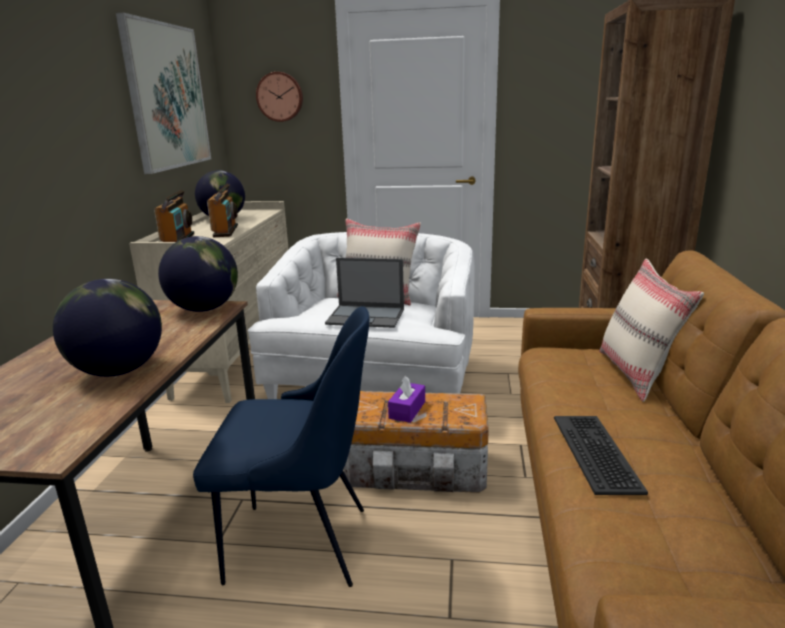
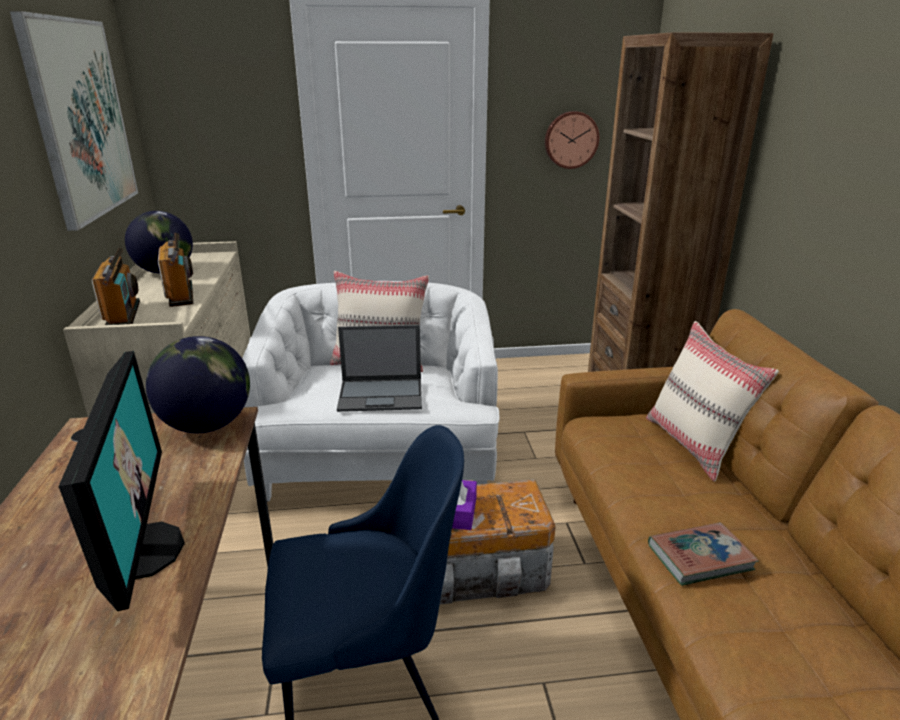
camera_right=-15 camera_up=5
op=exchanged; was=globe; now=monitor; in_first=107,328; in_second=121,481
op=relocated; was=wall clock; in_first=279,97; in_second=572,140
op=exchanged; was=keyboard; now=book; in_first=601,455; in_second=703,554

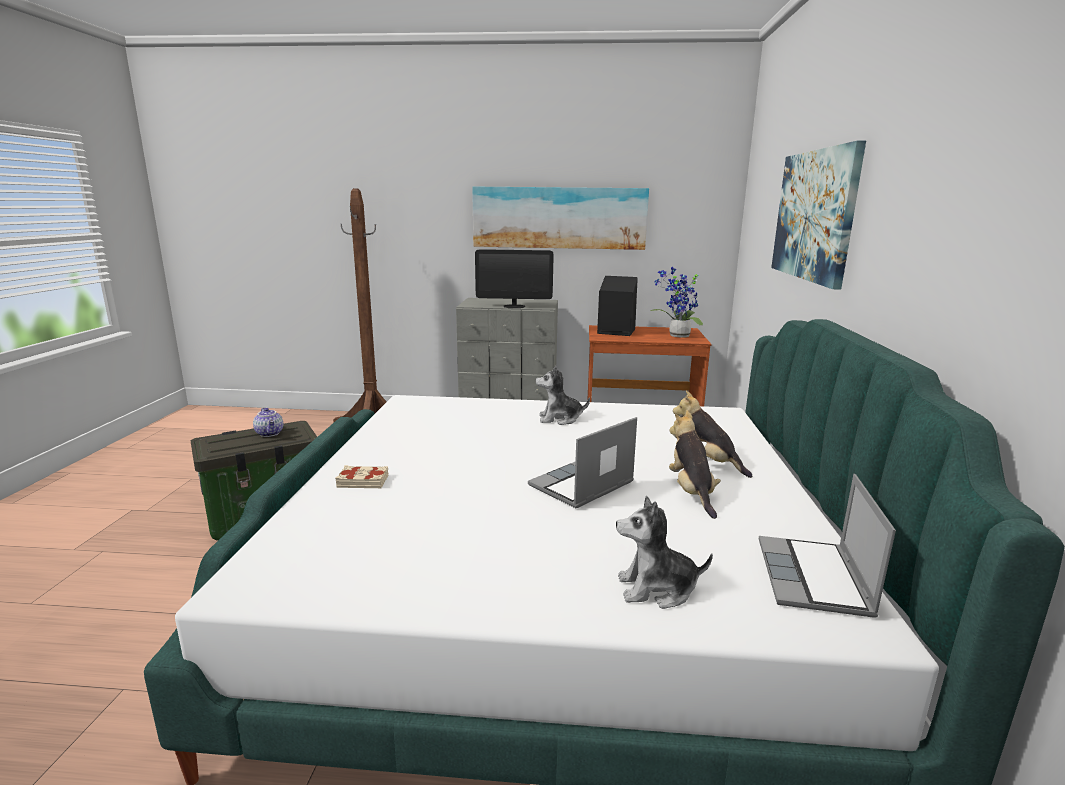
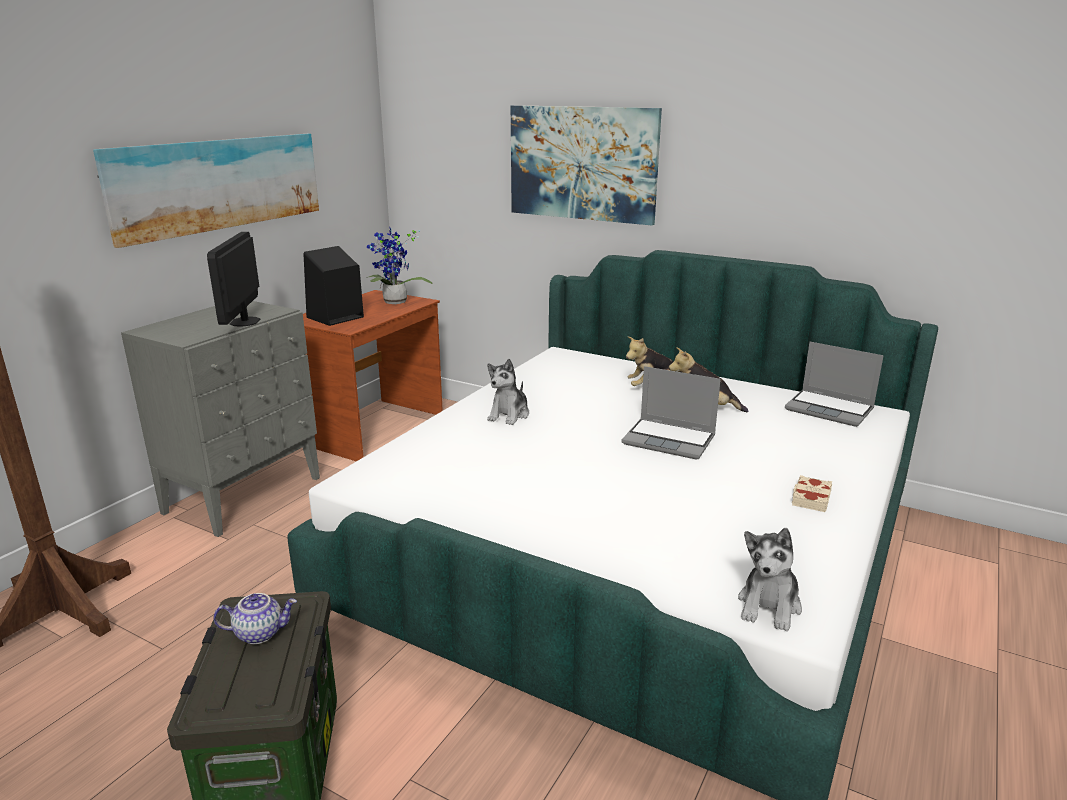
camera_right=-65 camera_up=5
op=relocated; was=beige book; in_first=362,476; in_second=812,493
op=spun; was=monitor; in_first=514,278; in_second=233,279; clockwise=150
op=spun; was=laptop; in_first=582,463; in_second=671,413; clockwise=-45
op=relocated; was=plush toy; in_first=664,552; in_second=770,579

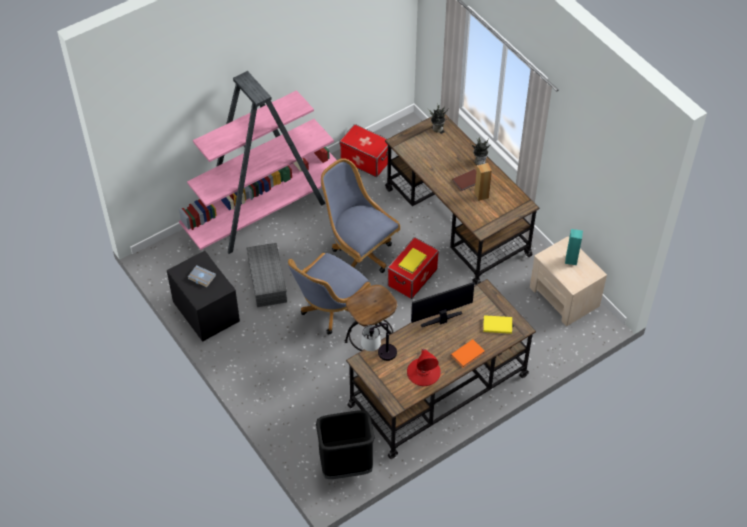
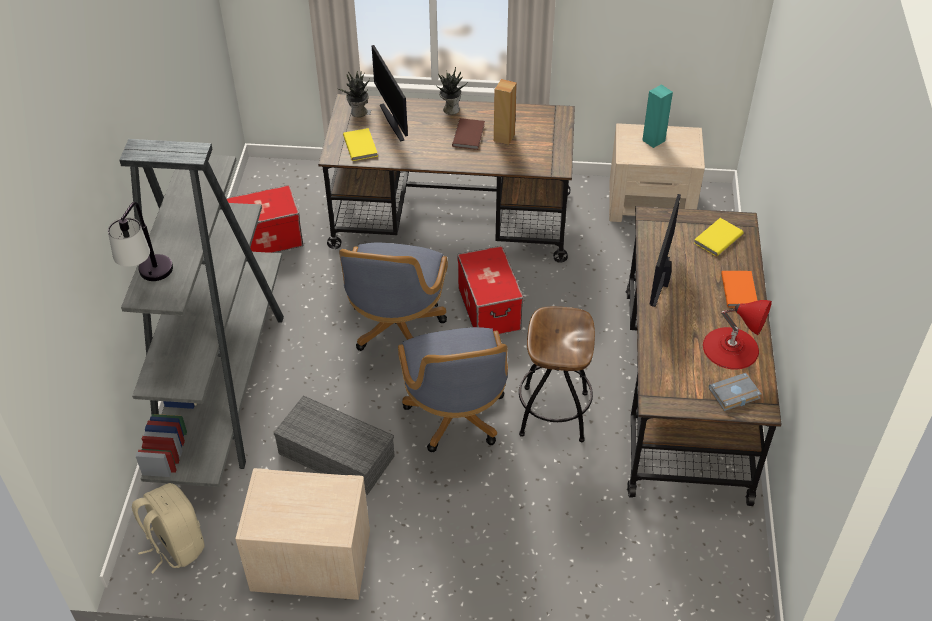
camera_right=-50 camera_up=-5
op=colour; was=black nightstand; now=beige nightstand; in_first=203,296; in_second=302,534
op=colour; was=pink bookcase; now=grey bookcase; in_first=258,162; in_second=201,313
op=relocated; was=grey book; in_first=202,276; in_second=735,392
op=missing; was=black trash can; in_first=345,444
op=spun; was=blue office chair; in_first=360,215; in_second=393,297; clockwise=-75
op=relocated; was=table lamp; in_first=379,342; in_second=140,241
op=relocated; was=yellow book; in_first=412,261; in_second=360,144
op=appeared; now=beige backpack; in_second=168,528
op=appeared; now=monitor; in_second=389,93

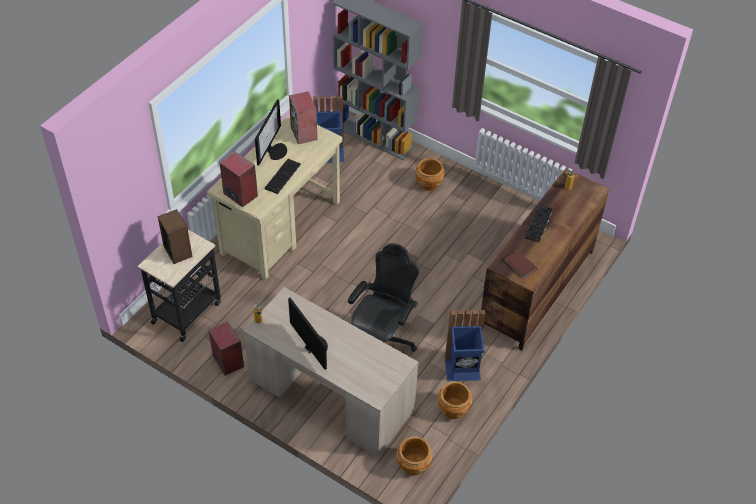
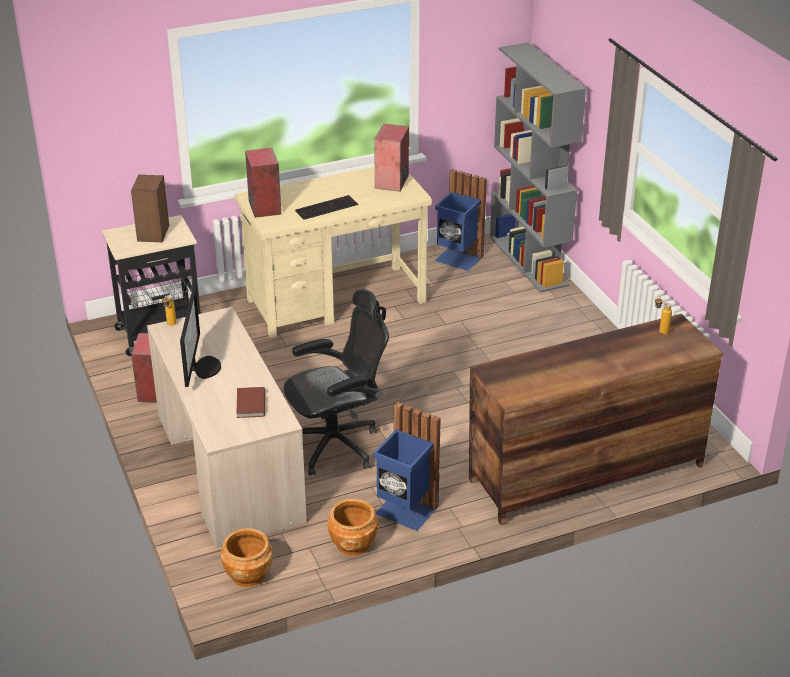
camera_right=35 camera_up=-15
op=missing; was=monitor; in_first=271,132
op=missing; was=brown planter; in_first=430,174
op=relocated; was=brown book; in_first=521,264; in_second=250,402
op=missing; was=keyboard; in_first=538,224

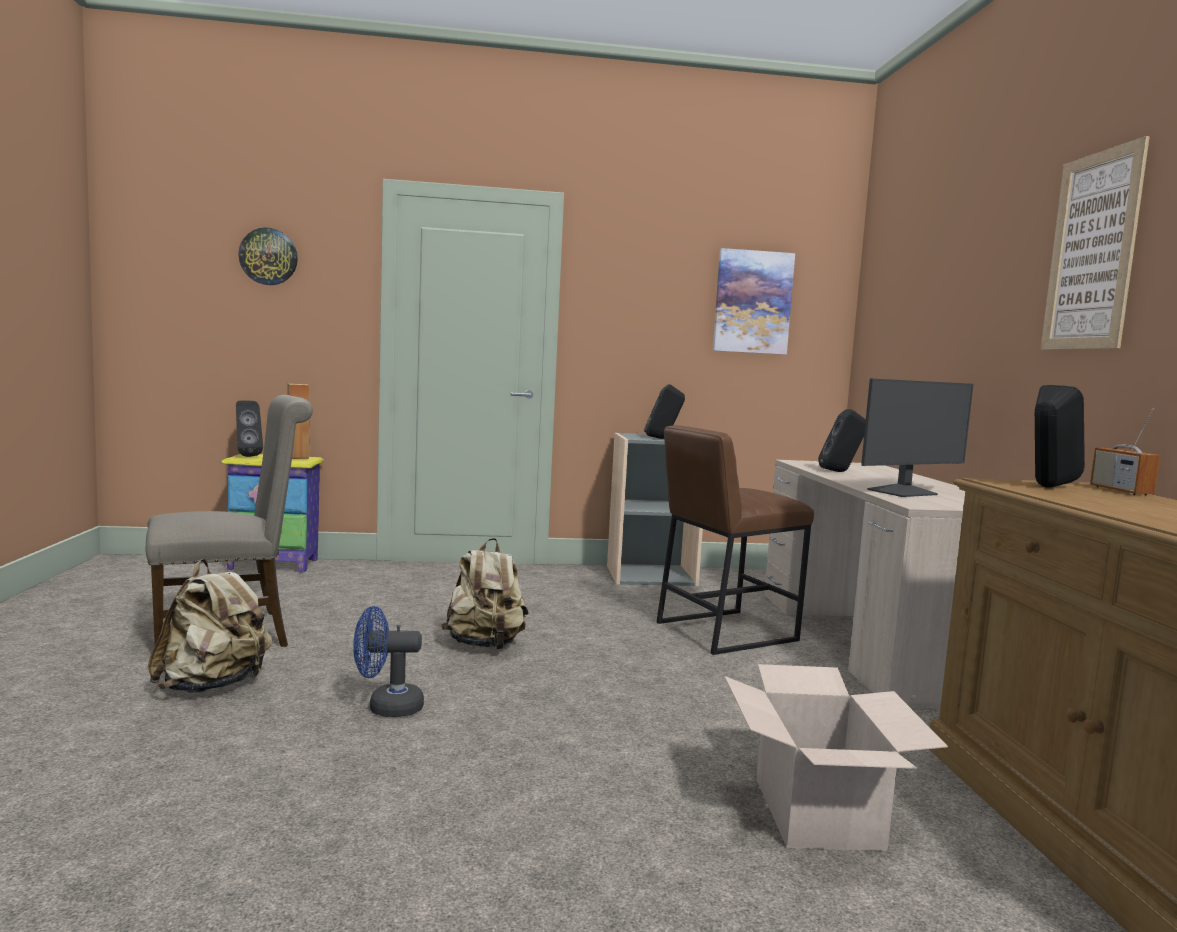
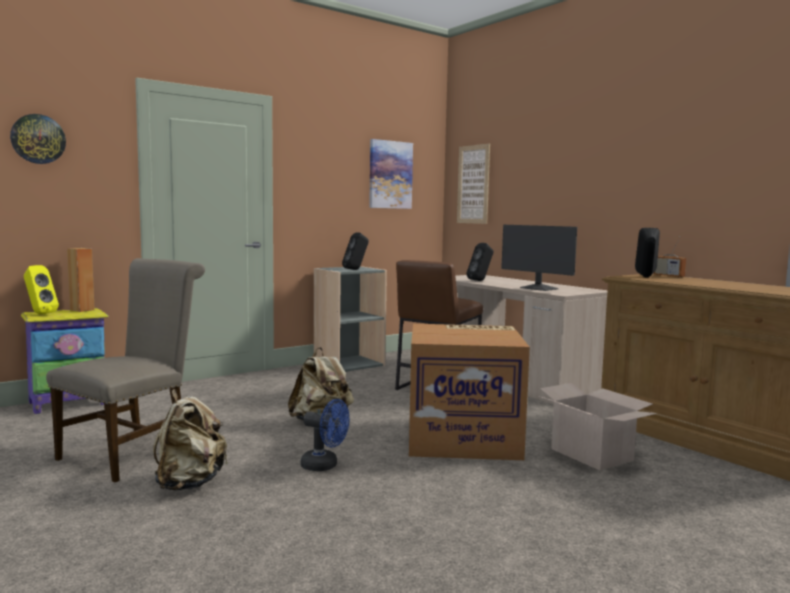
camera_right=-30 camera_up=0
op=colour; was=black speaker; now=yellow speaker; in_first=249,428; in_second=41,289
op=spun; was=blue fan; in_first=388,661; in_second=325,435; clockwise=-120
op=spun; was=monitor; in_first=917,438; in_second=539,258; clockwise=105
op=relocated; was=picture; in_first=1095,242; in_second=473,184
op=appeared; now=cardboard box; in_second=469,392

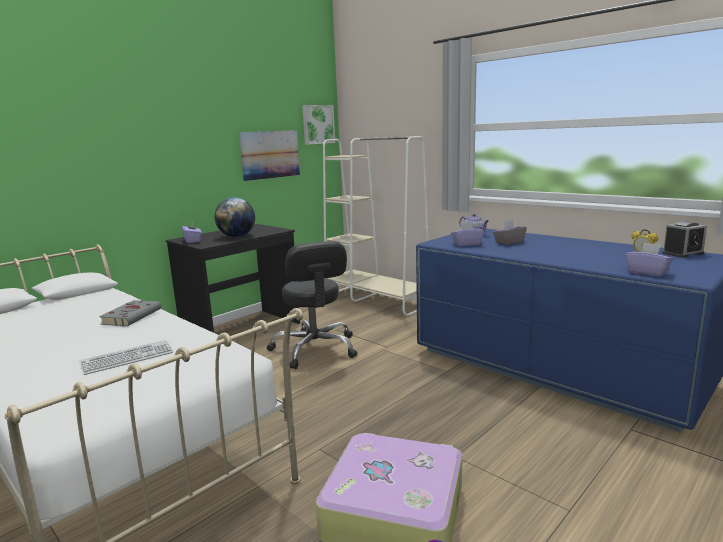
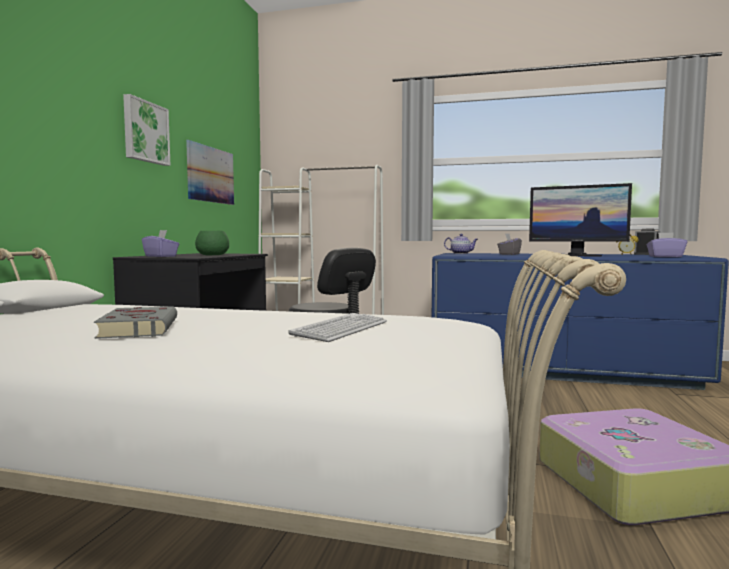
camera_right=-30 camera_up=-10
op=relocated; was=grey book; in_first=130,313; in_second=135,322
op=exchanged; was=globe; now=green bowl; in_first=235,217; in_second=212,243
op=relocated; was=picture; in_first=318,125; in_second=146,130
op=missing; was=purple tissue box; in_first=467,233
op=appeared; now=monitor; in_second=580,220

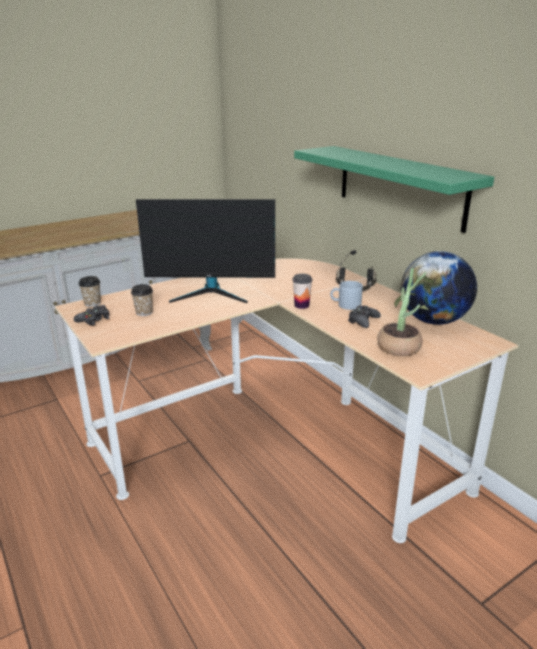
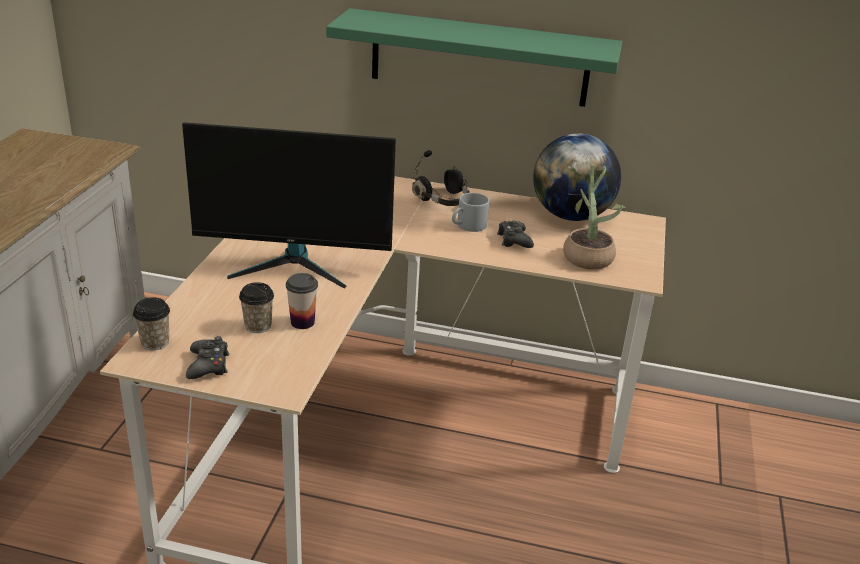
camera_right=-45 camera_up=5
op=spun; was=monitor; in_first=205,251; in_second=289,205; clockwise=45
op=relocated; was=cup; in_first=302,291; in_second=302,301

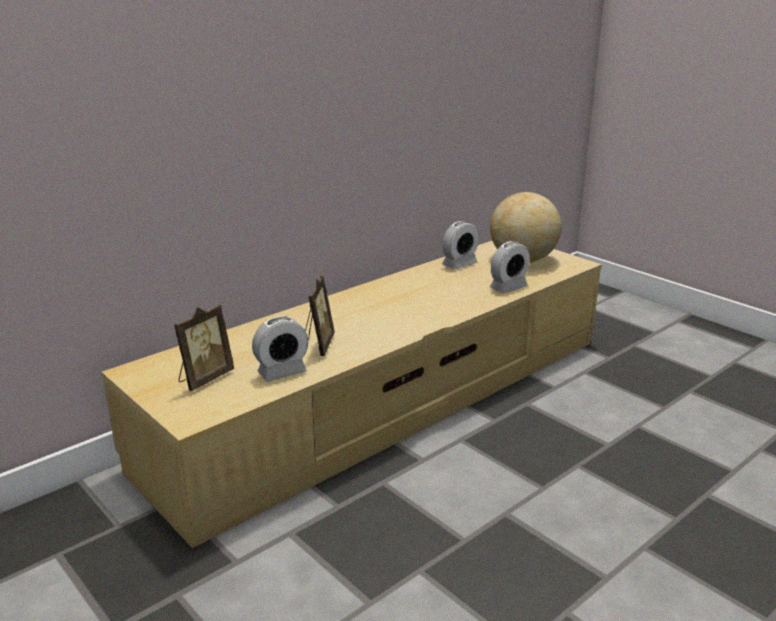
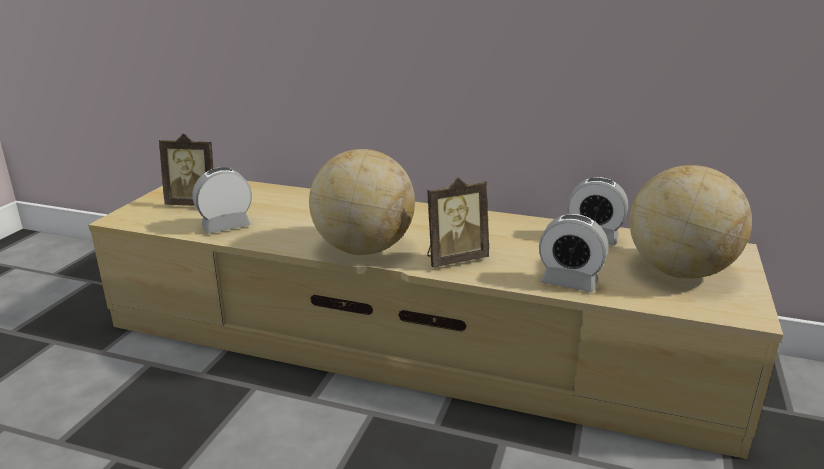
camera_right=60 camera_up=0
op=spun; was=alarm clock; in_first=280,349; in_second=222,200; clockwise=120
op=relocated; was=picture frame; in_first=320,316; in_second=458,222
op=appeared; now=globe; in_second=362,202

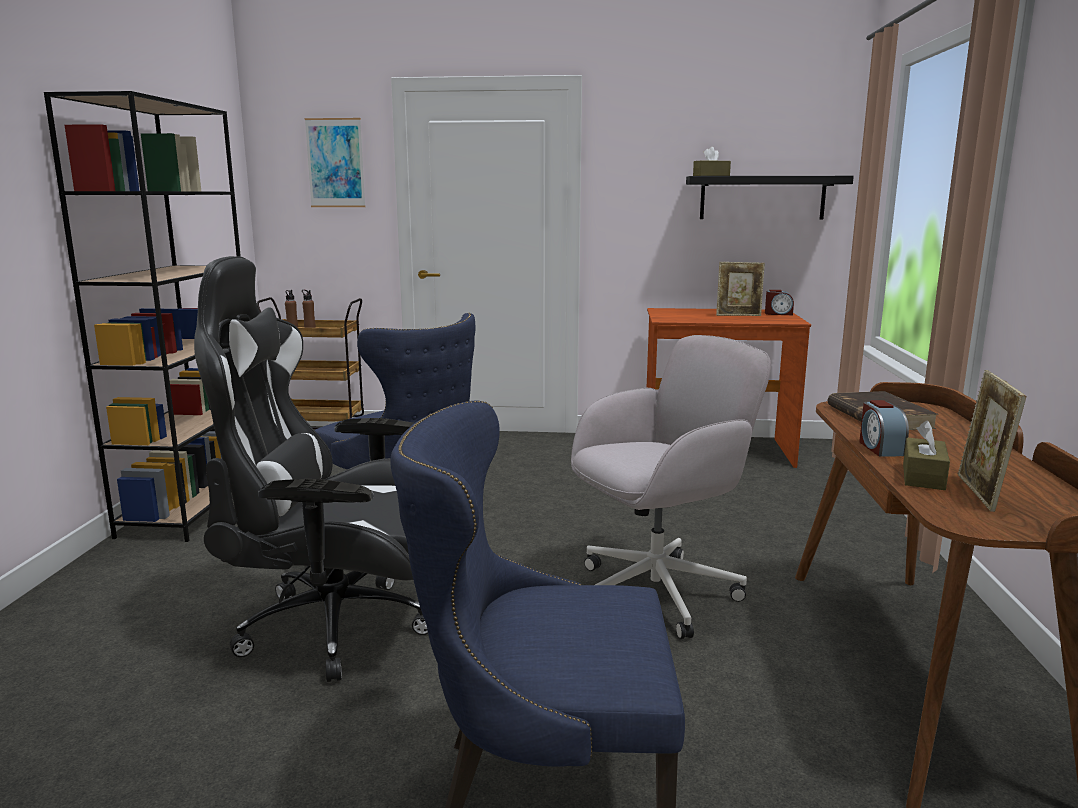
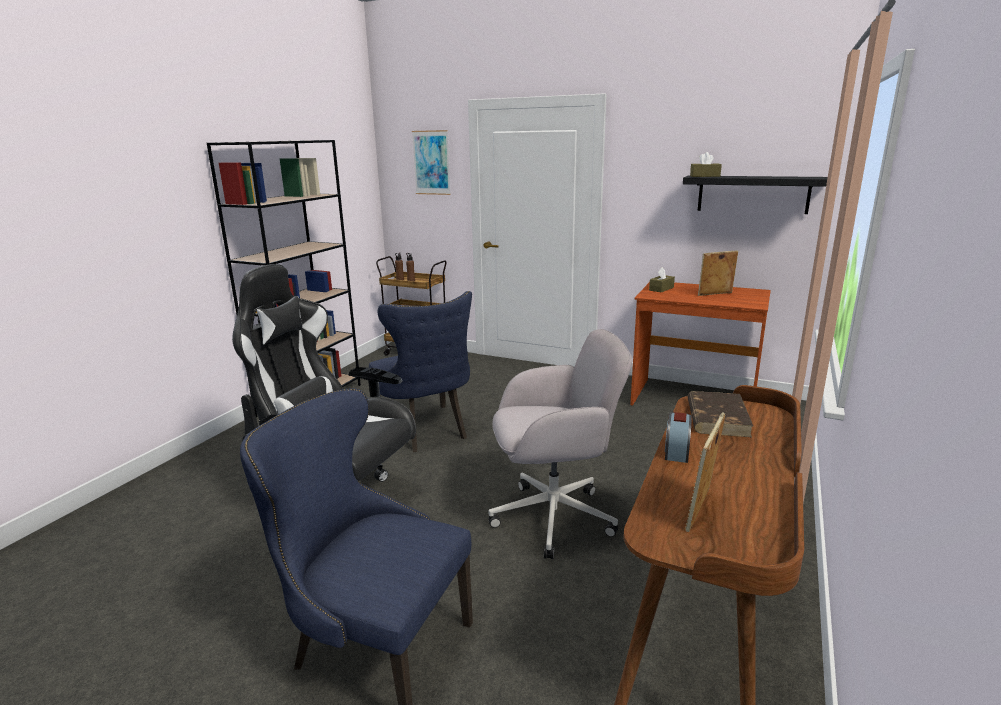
camera_right=20 camera_up=5
op=spun; was=picture frame; in_first=740,289; in_second=718,273; clockwise=150
op=missing; was=alarm clock; in_first=779,302
op=relocated; was=brown tissue box; in_first=926,455; in_second=662,279

